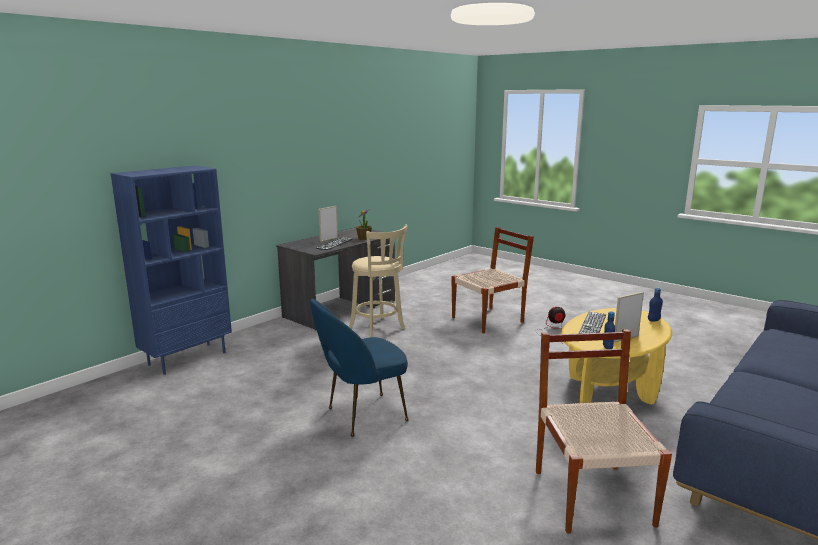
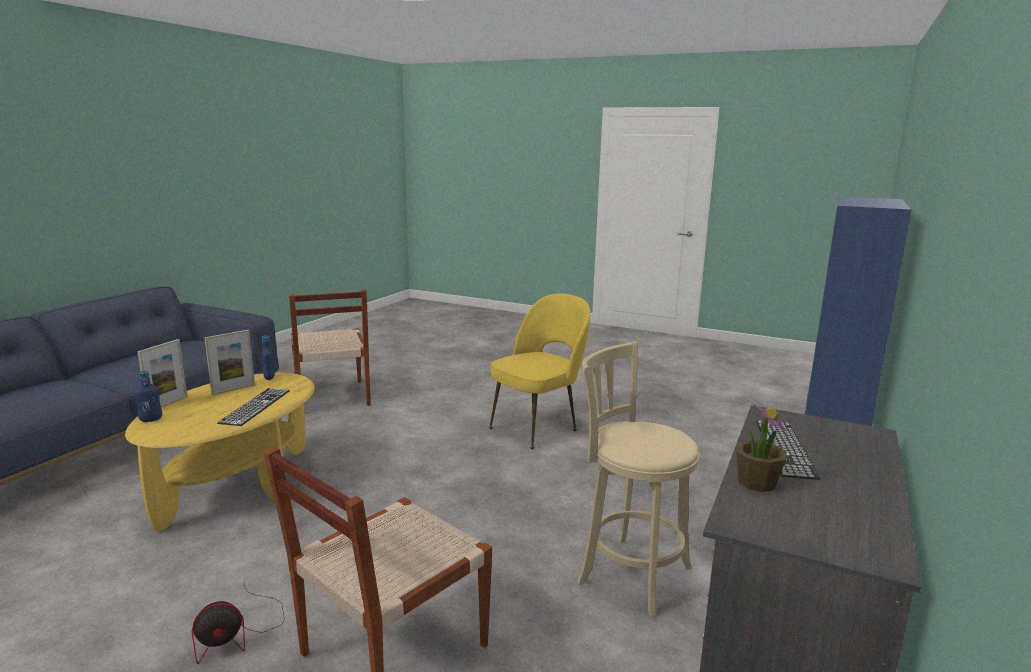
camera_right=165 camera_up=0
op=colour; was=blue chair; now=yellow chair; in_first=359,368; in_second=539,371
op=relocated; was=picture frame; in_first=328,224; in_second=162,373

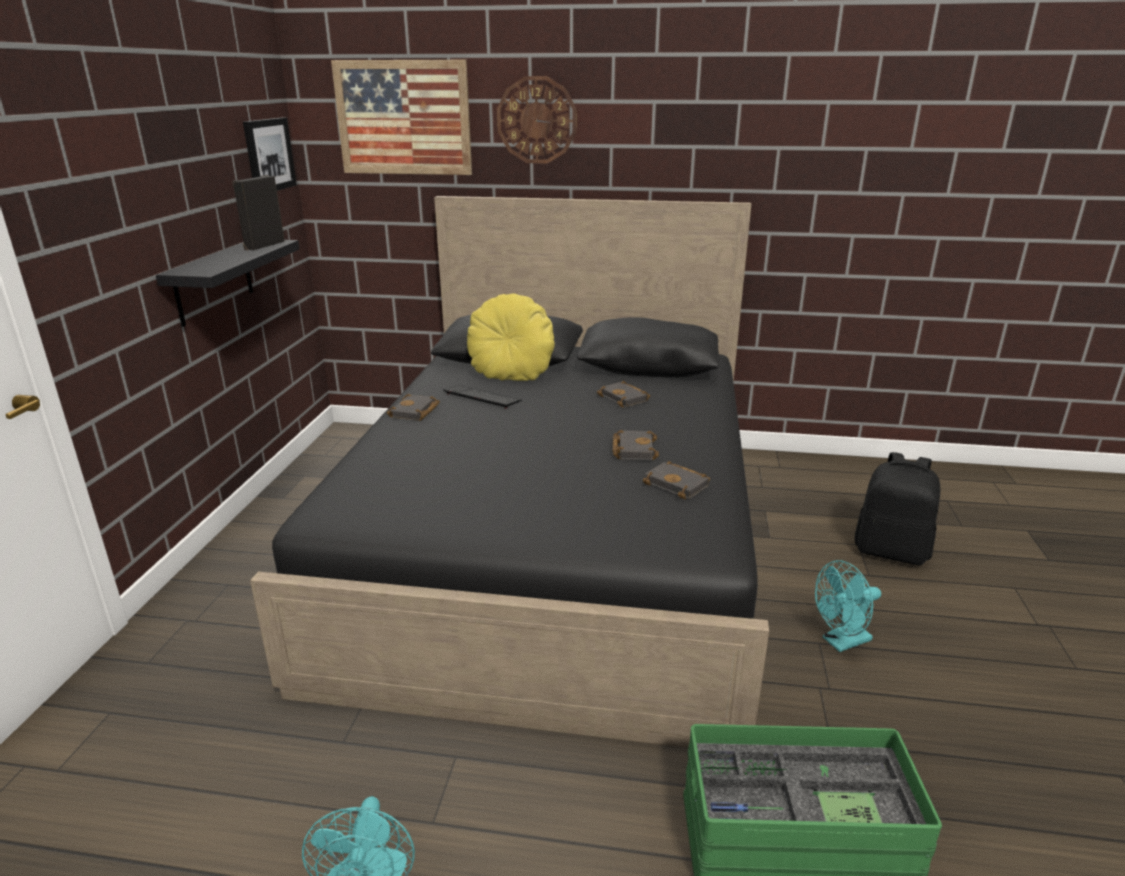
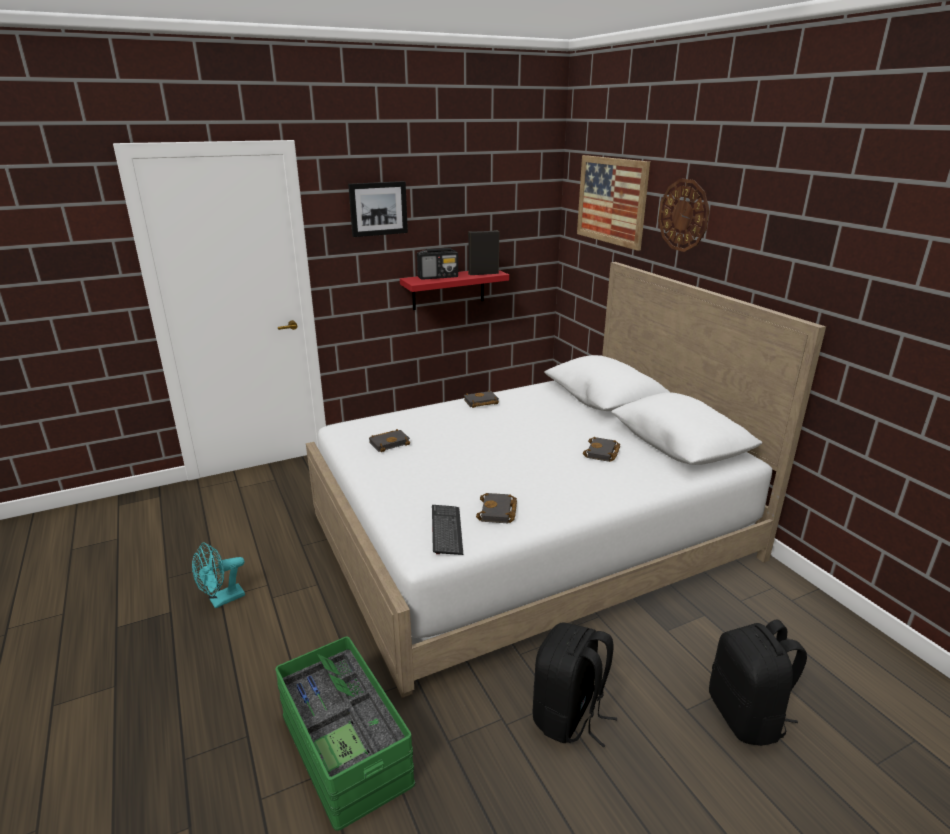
camera_right=55 camera_up=0
op=colour; was=black shelf; now=red shelf; in_first=228,283; in_second=454,290
op=relocated; was=picture; in_first=270,154; in_second=378,209
op=colour; was=black bed; now=white bed; in_first=509,472; in_second=566,480
op=relocated; was=keyboard; in_first=482,397; in_second=447,530
op=missing; was=yellow pillow; in_first=511,337
op=relocated; was=black book; in_first=636,445; in_second=389,440
op=exchanged; was=turquoise fan; now=black backpack; in_first=848,606; in_second=575,685
op=appeared; now=radio; in_second=437,264

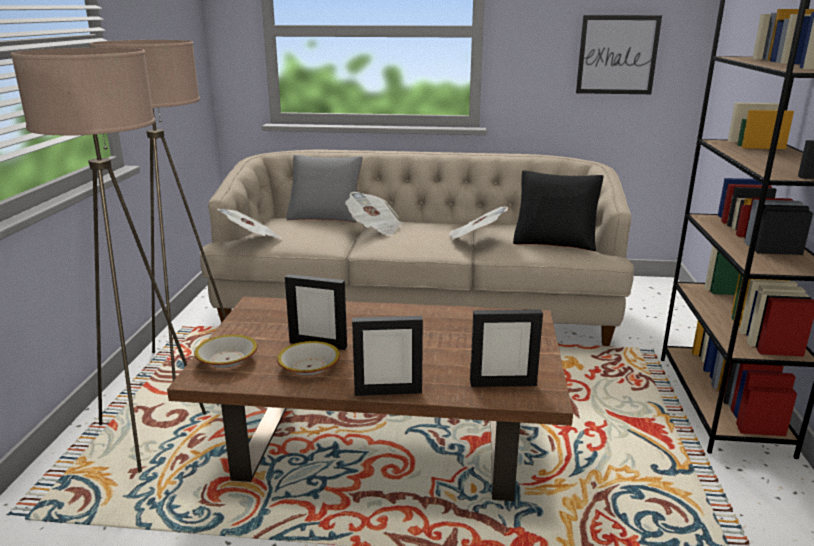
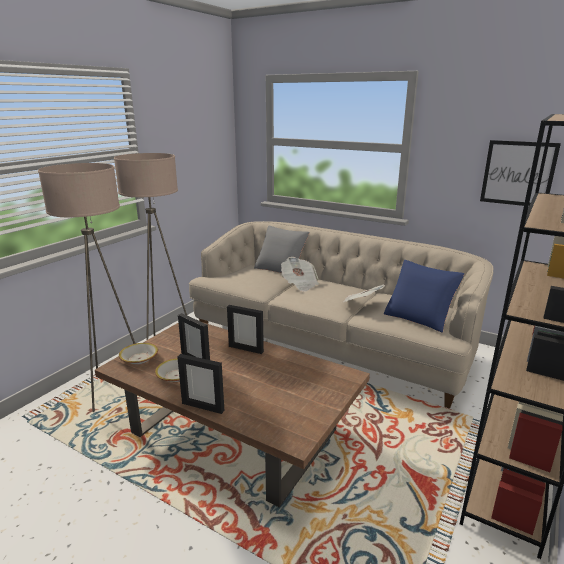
camera_right=25 camera_up=0
op=missing; was=newspaper; in_first=249,223
op=relocated; was=picture frame; in_first=506,348; in_second=245,329
op=colour; was=black pillow; now=blue pillow; in_first=558,210; in_second=424,296

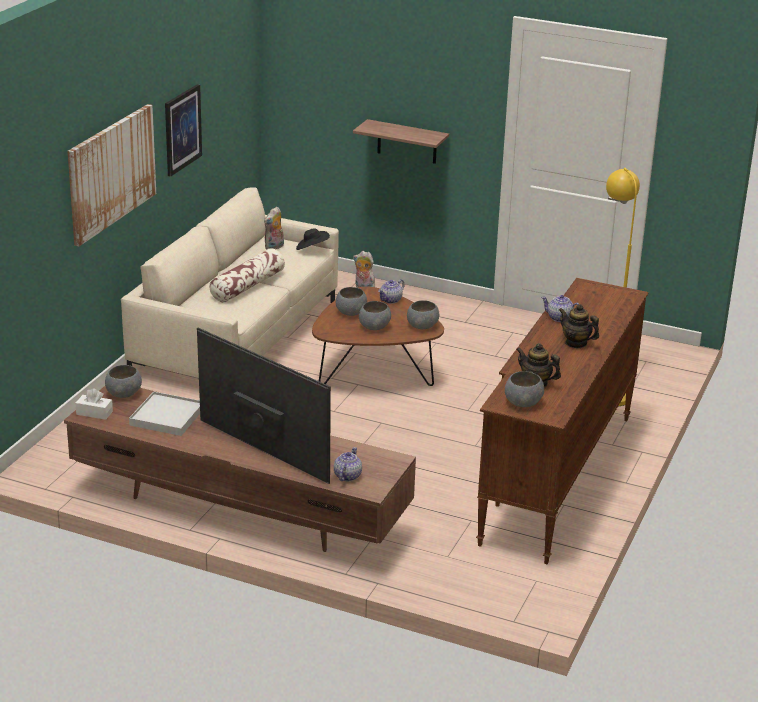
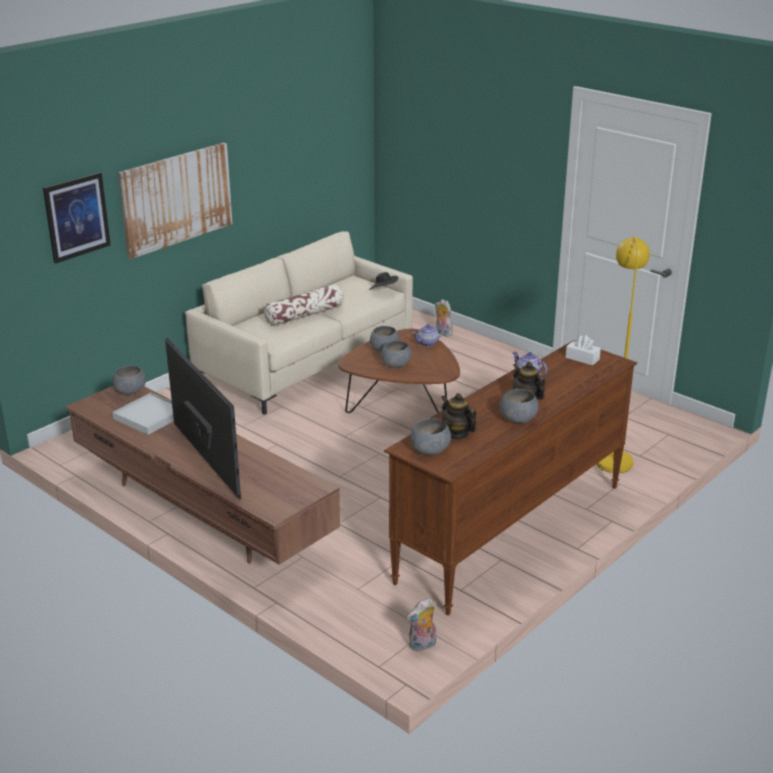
camera_right=20 camera_up=0
op=relocated; was=white tissue box; in_first=94,404; in_second=583,350
op=relocated; was=picture; in_first=183,130; in_second=77,217
op=relocated; was=plush toy; in_first=274,228; in_second=421,624
op=missing; was=teapot; in_first=348,464
op=missing; was=shelf; in_first=401,141
op=relocated; was=grey bowl; in_first=423,314; in_second=519,406

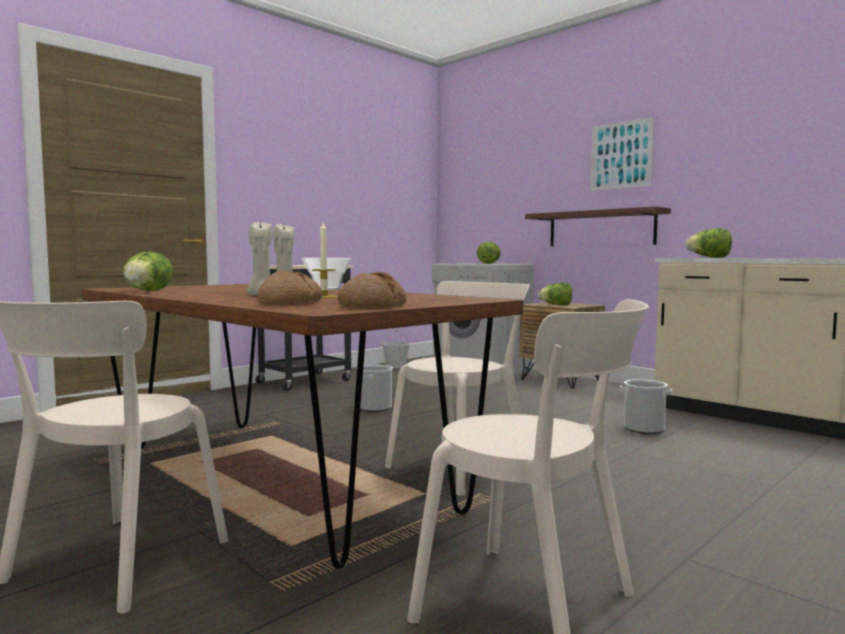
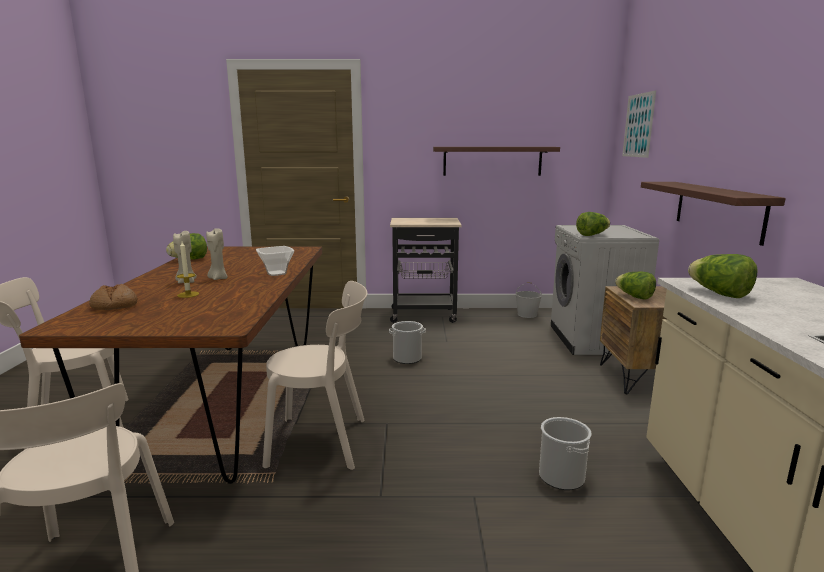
camera_right=45 camera_up=10
op=missing; was=bread; in_first=372,290
op=relocated; was=picture; in_first=622,154; in_second=639,124
op=appeared; now=shelf; in_second=496,161

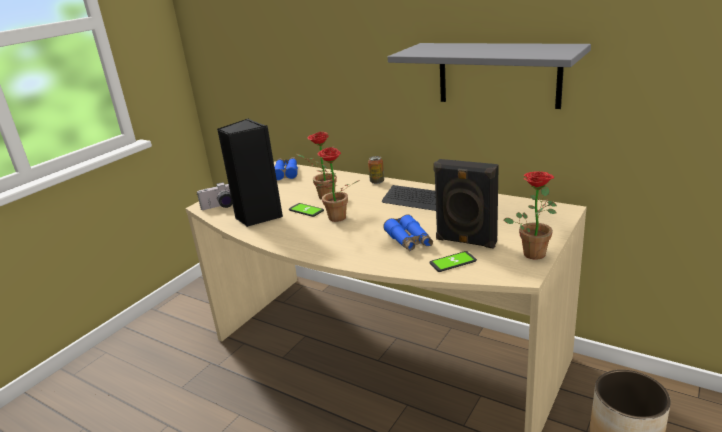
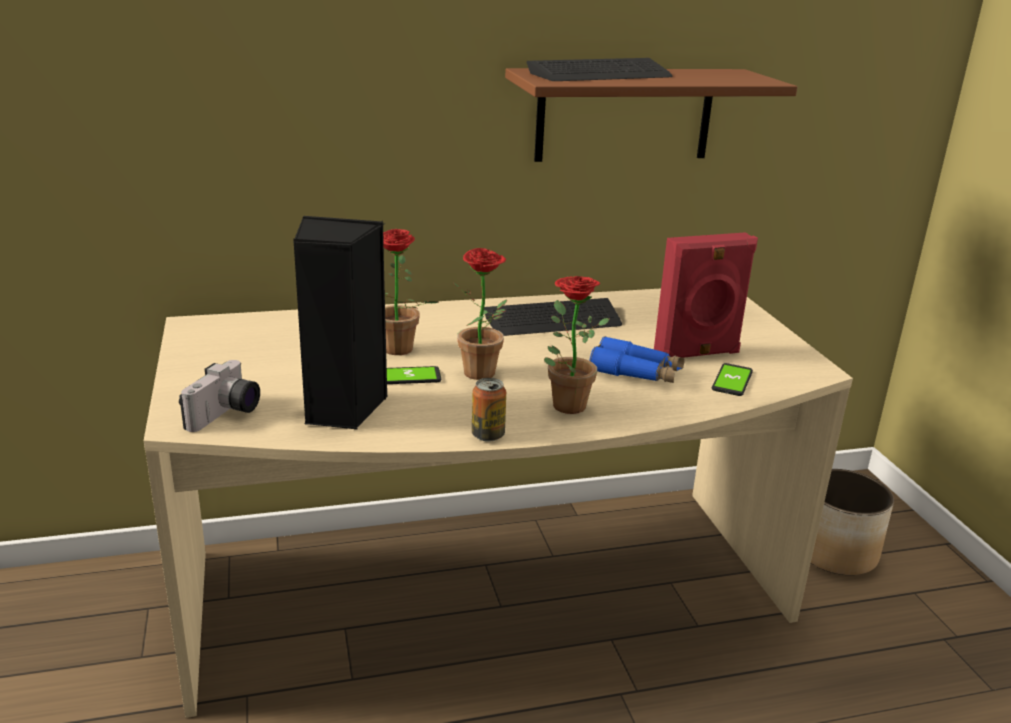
camera_right=-50 camera_up=0
op=missing; was=blue binoculars; in_first=286,168
op=relocated; was=can; in_first=376,170; in_second=489,410
op=colour; was=grey shelf; now=brown shelf; in_first=489,76; in_second=651,115
op=colour; was=black speaker; now=red speaker; in_first=466,204; in_second=706,295
op=relocated; was=potted plant; in_first=530,215; in_second=577,345
op=appeared; now=keyboard; in_second=599,69

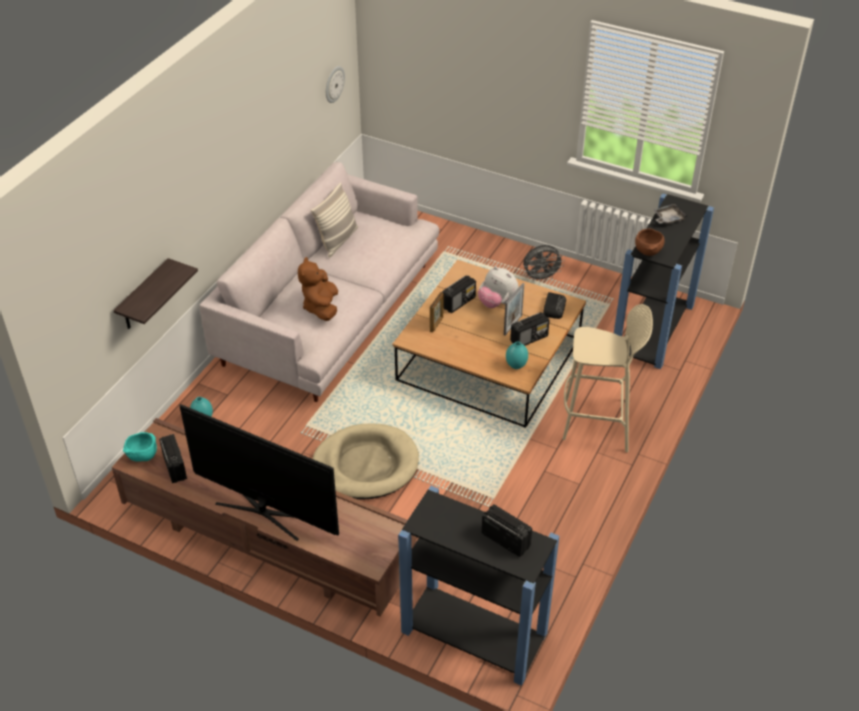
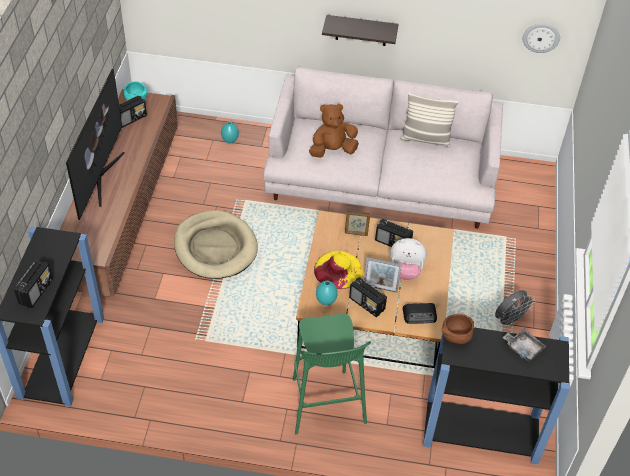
camera_right=70 camera_up=5
op=relocated; was=shelf; in_first=155,293; in_second=360,30
op=spun; was=plush toy; in_first=498,287; in_second=408,259; clockwise=-105
op=spun; was=grey fan; in_first=544,263; in_second=515,309; clockwise=-90
op=colour; was=beige stool; now=green stool; in_first=607,378; in_second=332,374
op=appeared; now=yellow hat; in_second=338,270

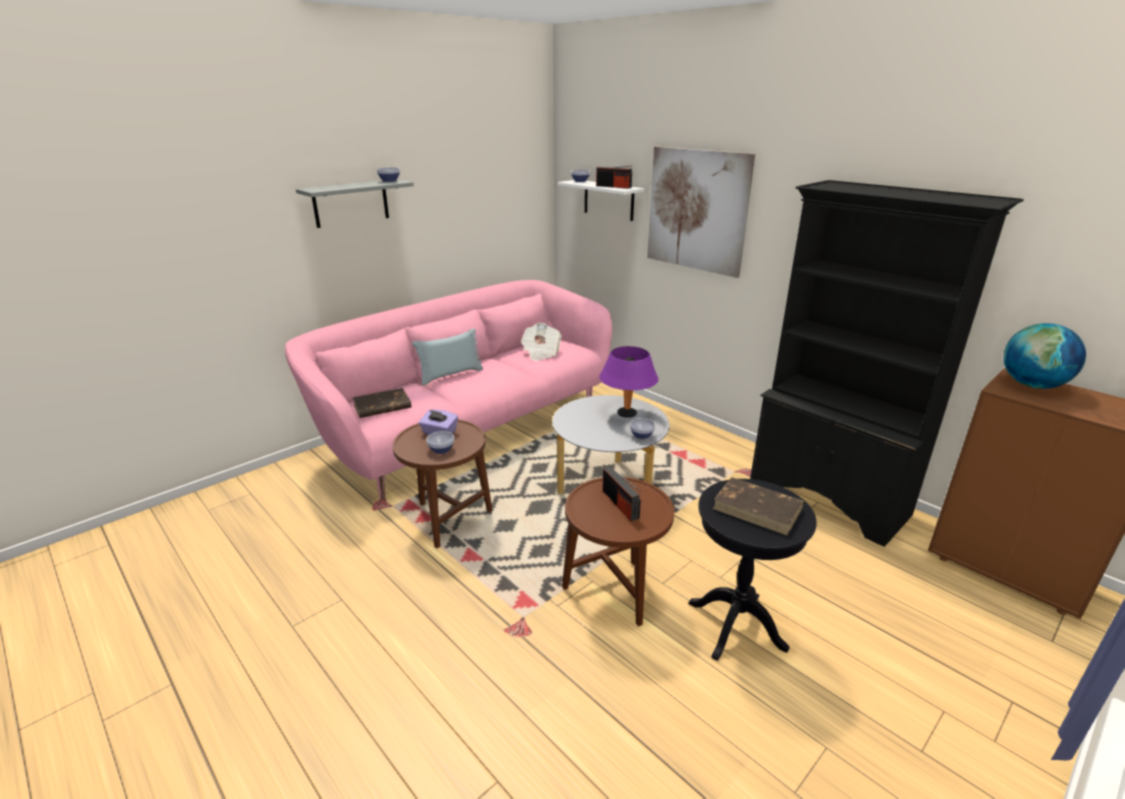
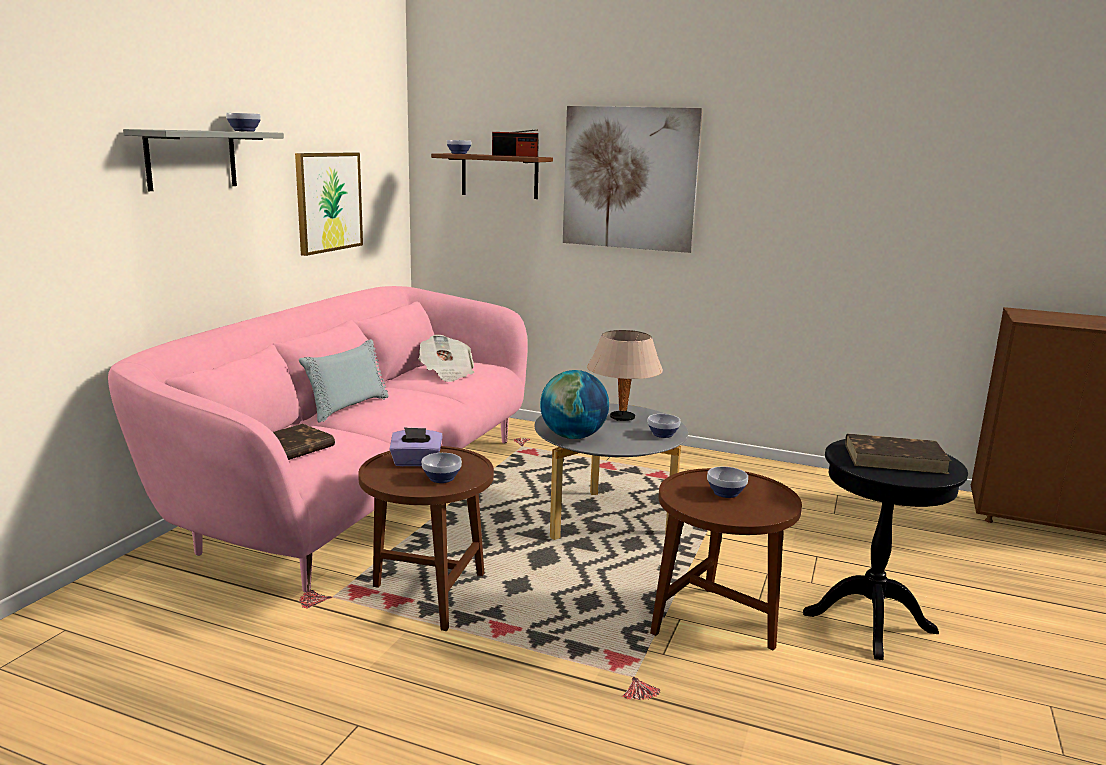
camera_right=-25 camera_up=-10
op=colour; was=white shelf; now=brown shelf; in_first=601,200; in_second=492,176
op=colour; was=purple table lamp; now=beige table lamp; in_first=628,382; in_second=625,375
op=exchanged; was=radio; now=bowl; in_first=621,493; in_second=727,482
op=missing; was=black bookcase; in_first=887,363
op=relocated; was=globe; in_first=1044,356; in_second=574,404
op=appeared; now=picture; in_second=329,204

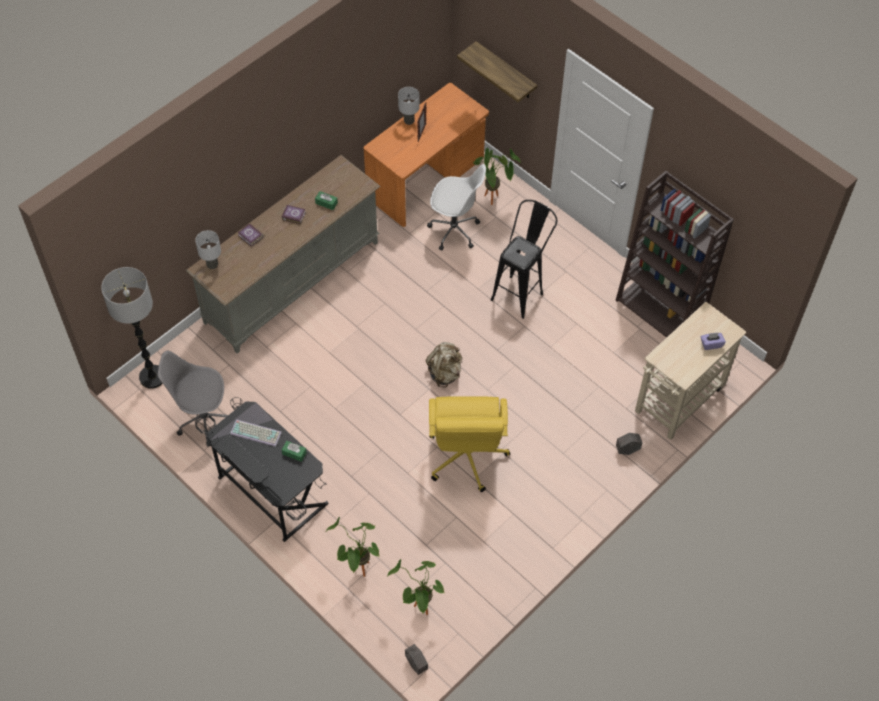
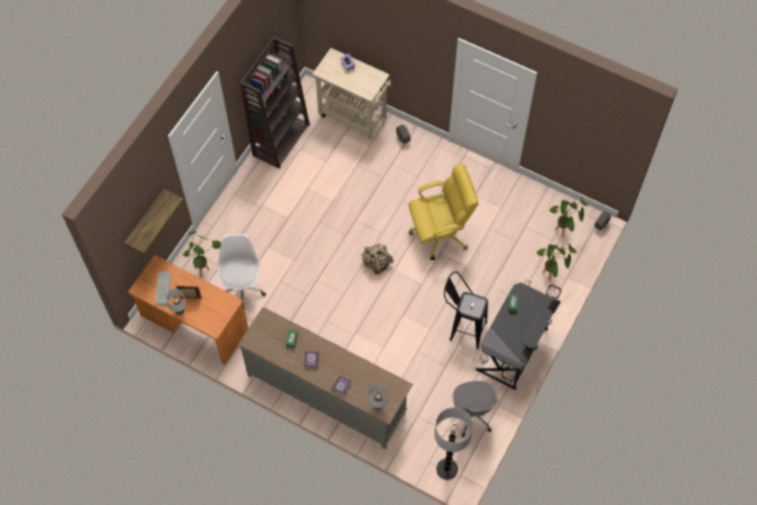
camera_right=-105 camera_up=5
op=relocated; was=keyboard; in_first=256,433; in_second=163,288
op=relocated; was=black stool; in_first=524,259; in_second=466,310

